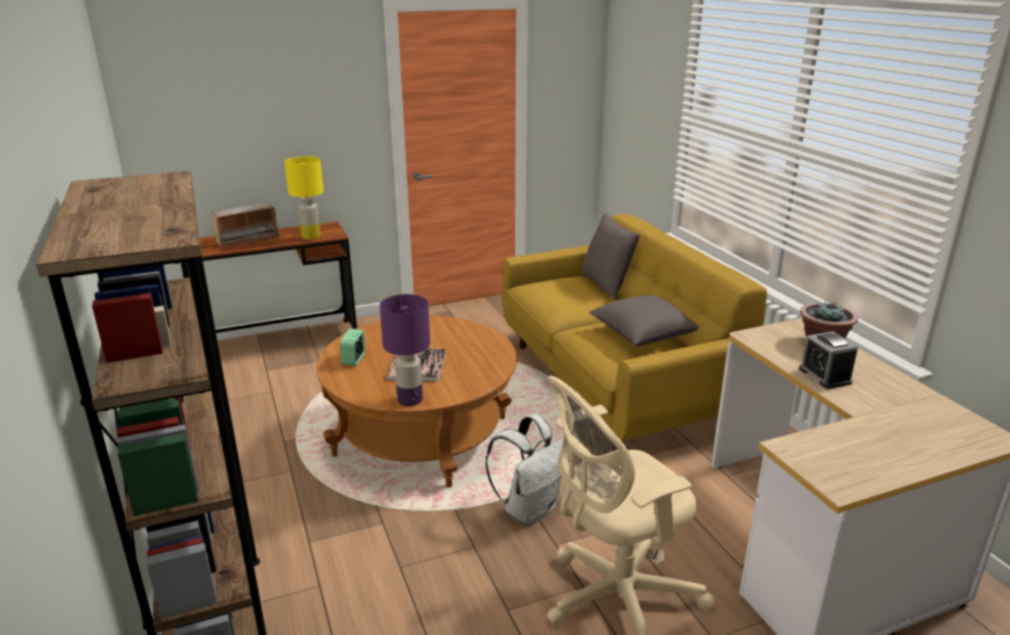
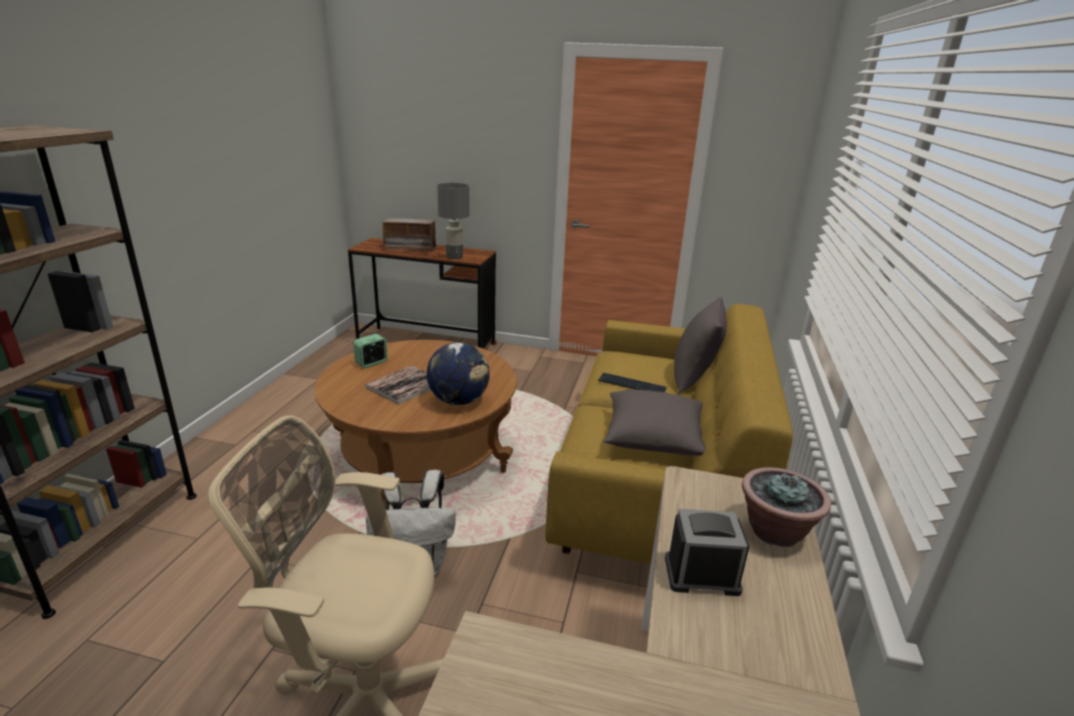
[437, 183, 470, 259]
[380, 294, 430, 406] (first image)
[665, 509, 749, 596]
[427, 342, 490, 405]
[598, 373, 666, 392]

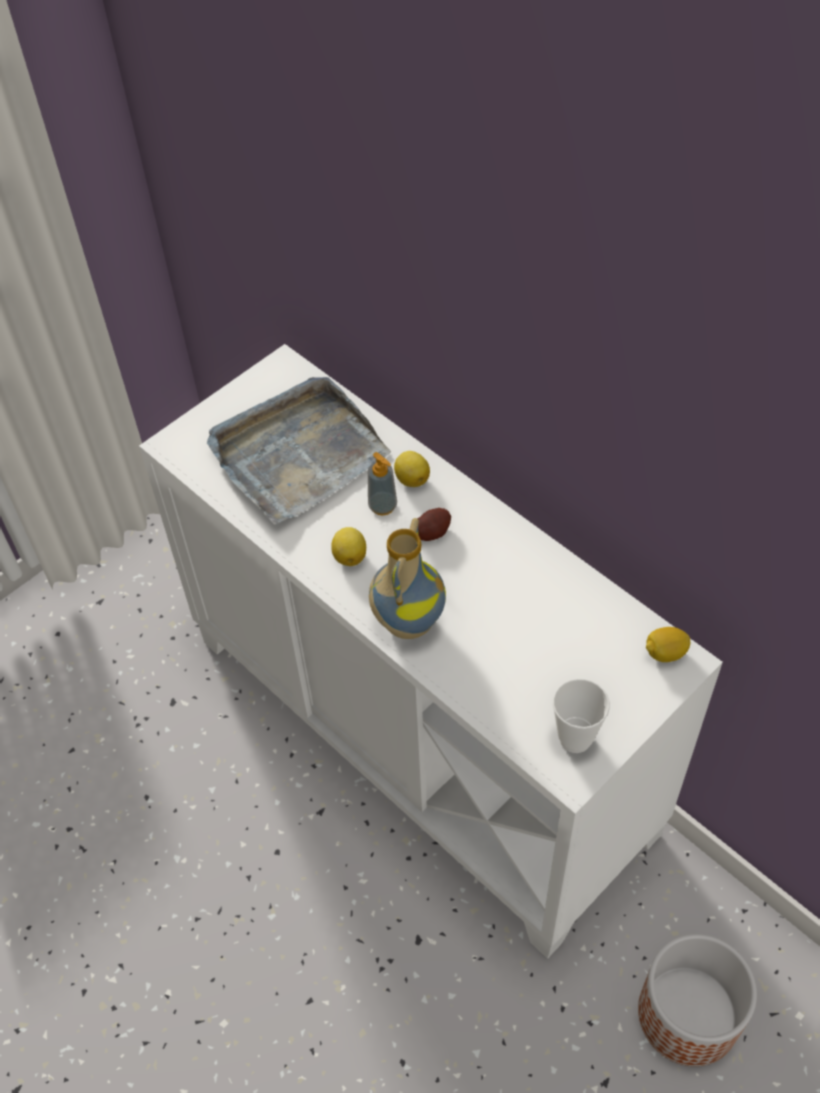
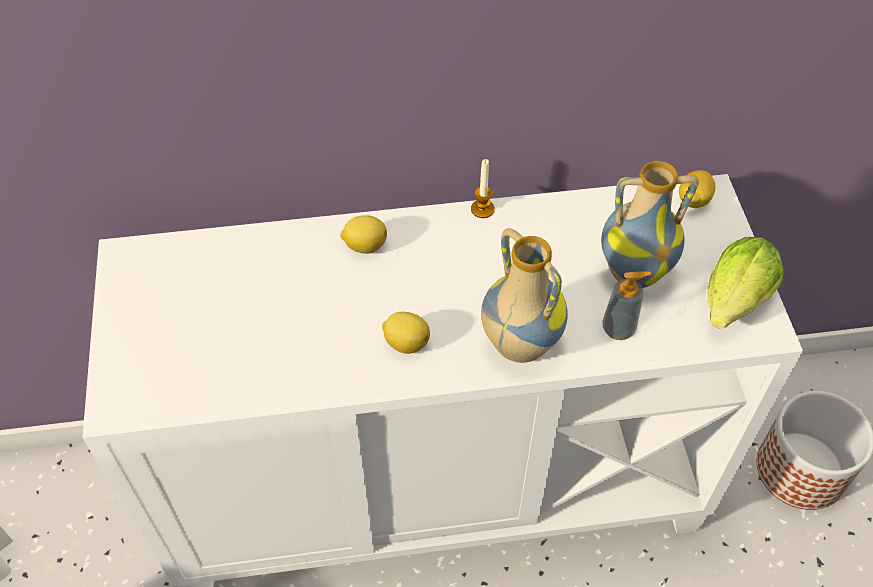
[207, 377, 391, 524] (first image)
[602, 271, 652, 340]
[418, 508, 451, 541] (first image)
[707, 237, 784, 329]
[471, 159, 495, 218]
[601, 161, 699, 288]

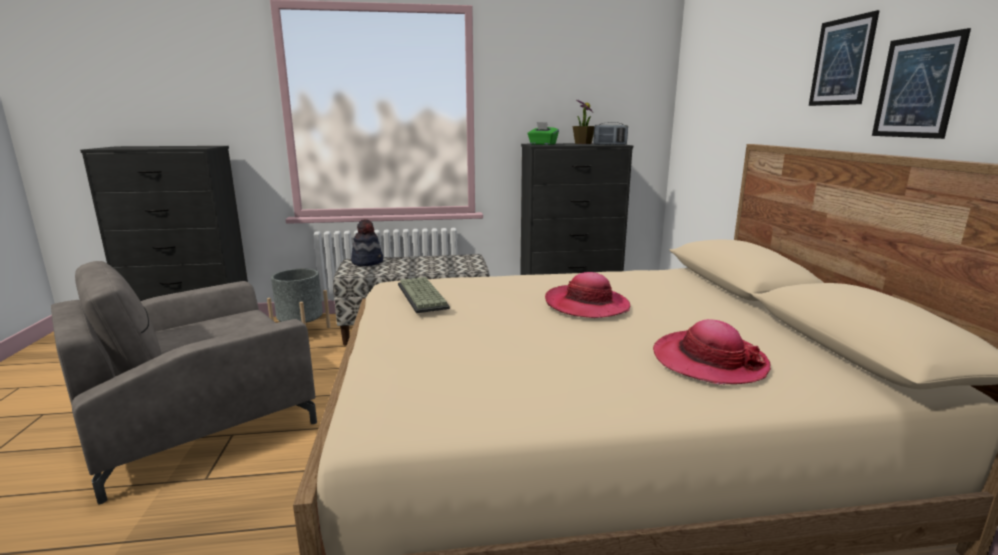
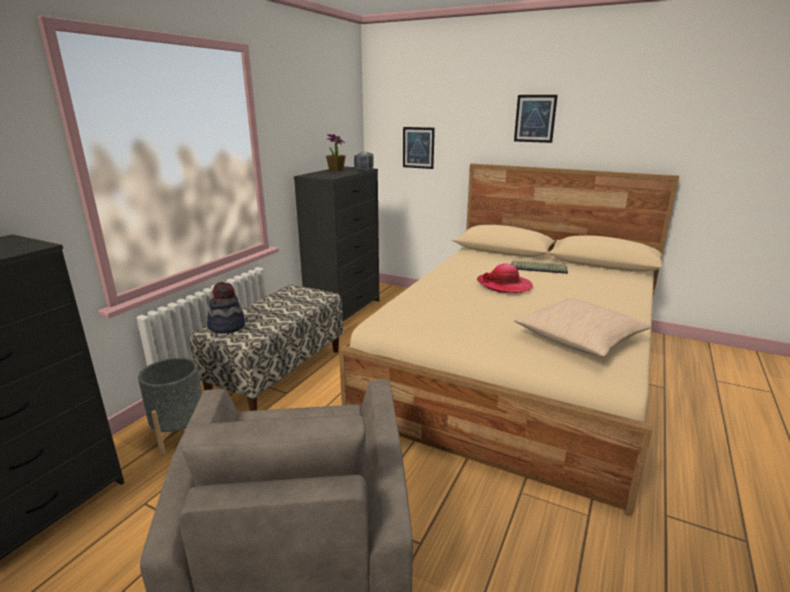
[511, 260, 568, 274]
[528, 122, 559, 145] (first image)
[653, 319, 771, 384] (first image)
[403, 127, 435, 169]
[514, 298, 652, 357]

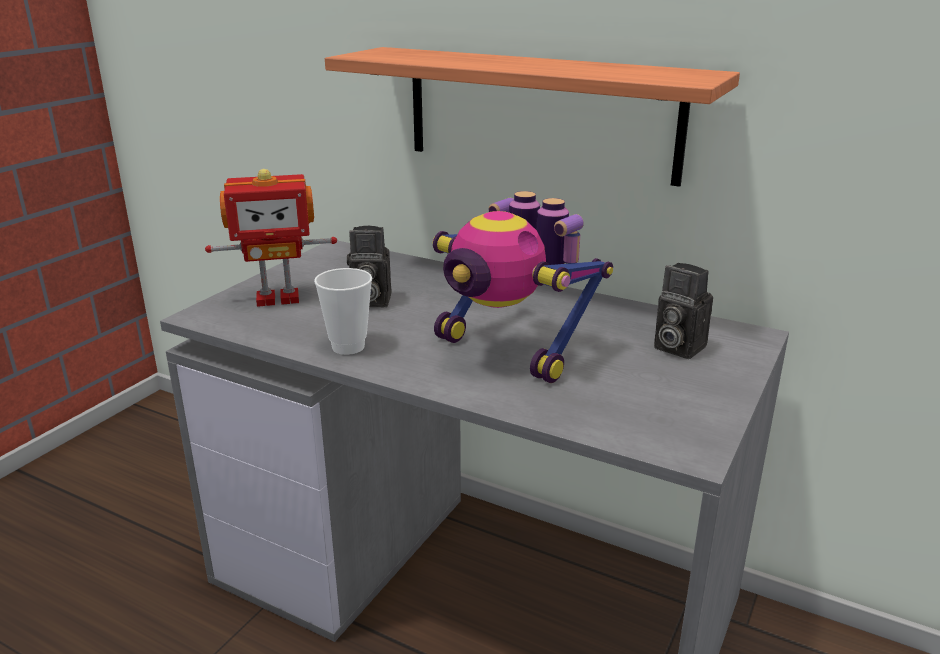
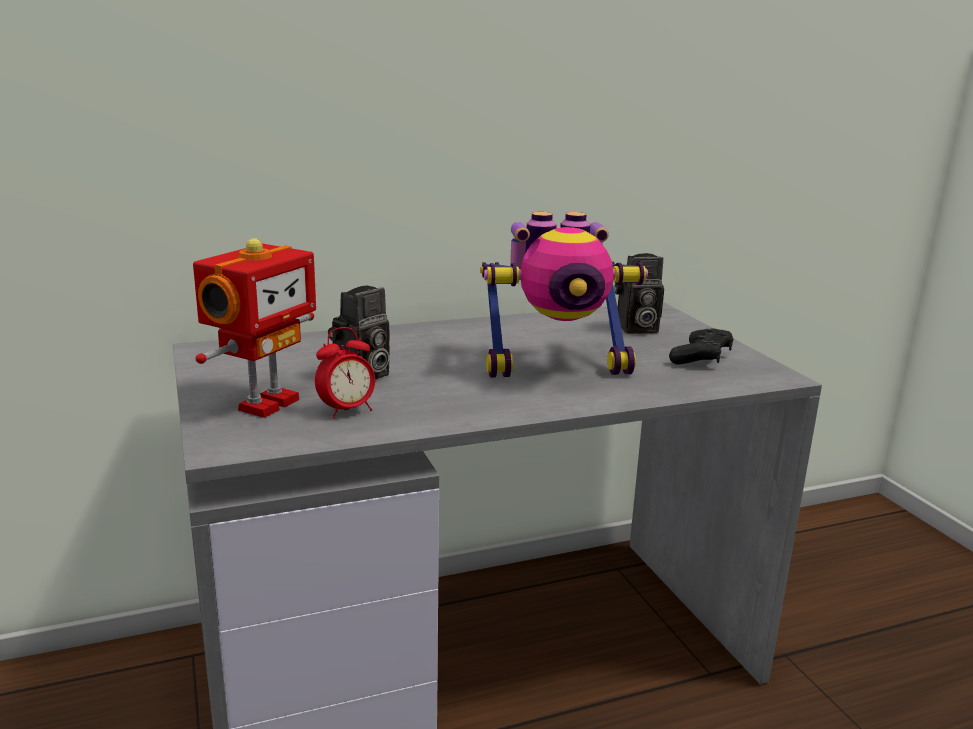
[314, 268, 372, 355] (first image)
[325, 47, 740, 187] (first image)
[315, 327, 375, 418]
[669, 328, 733, 365]

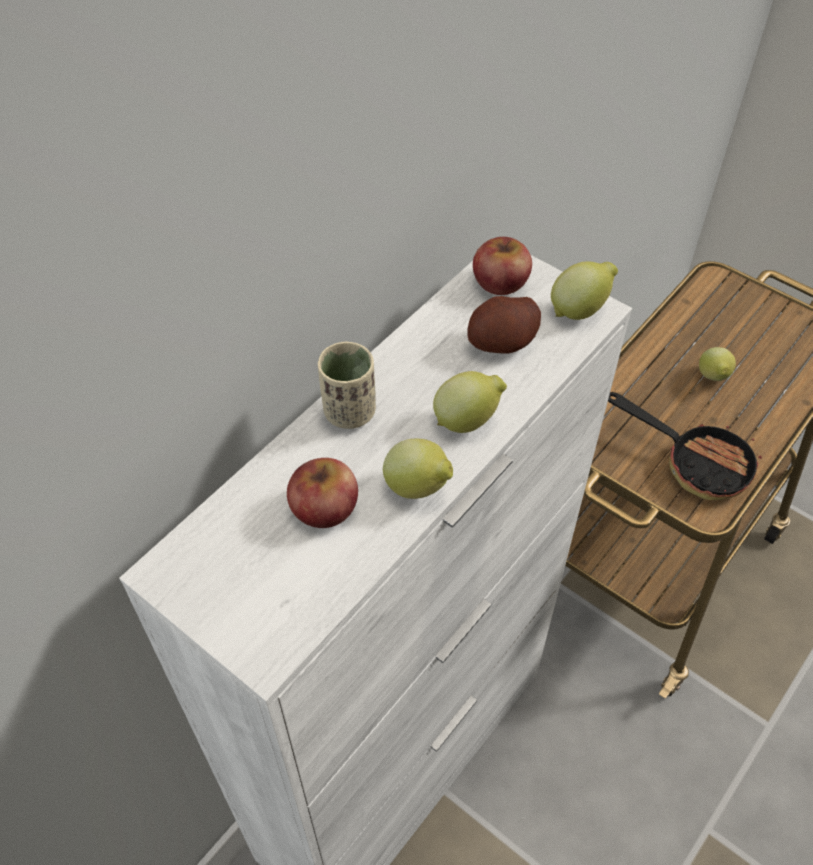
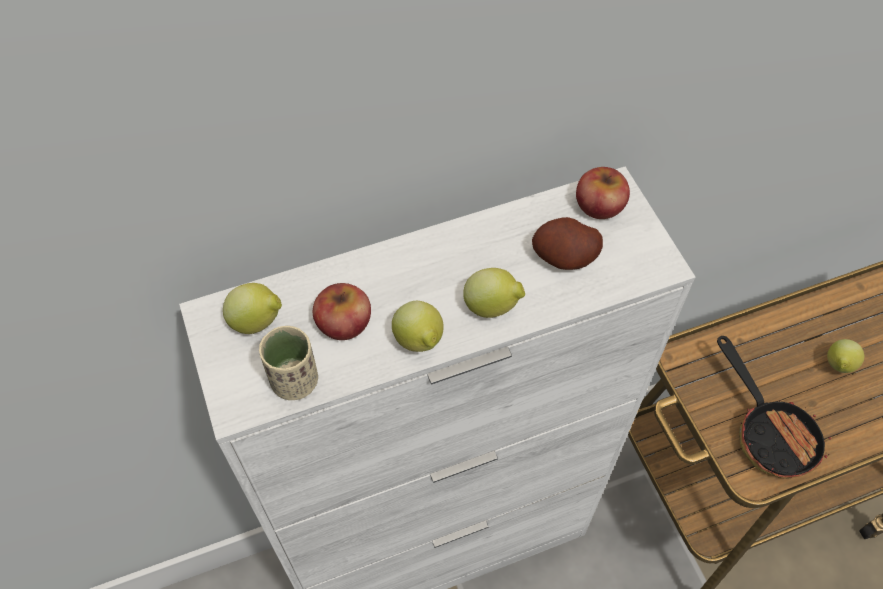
[259, 326, 318, 400]
[223, 283, 282, 334]

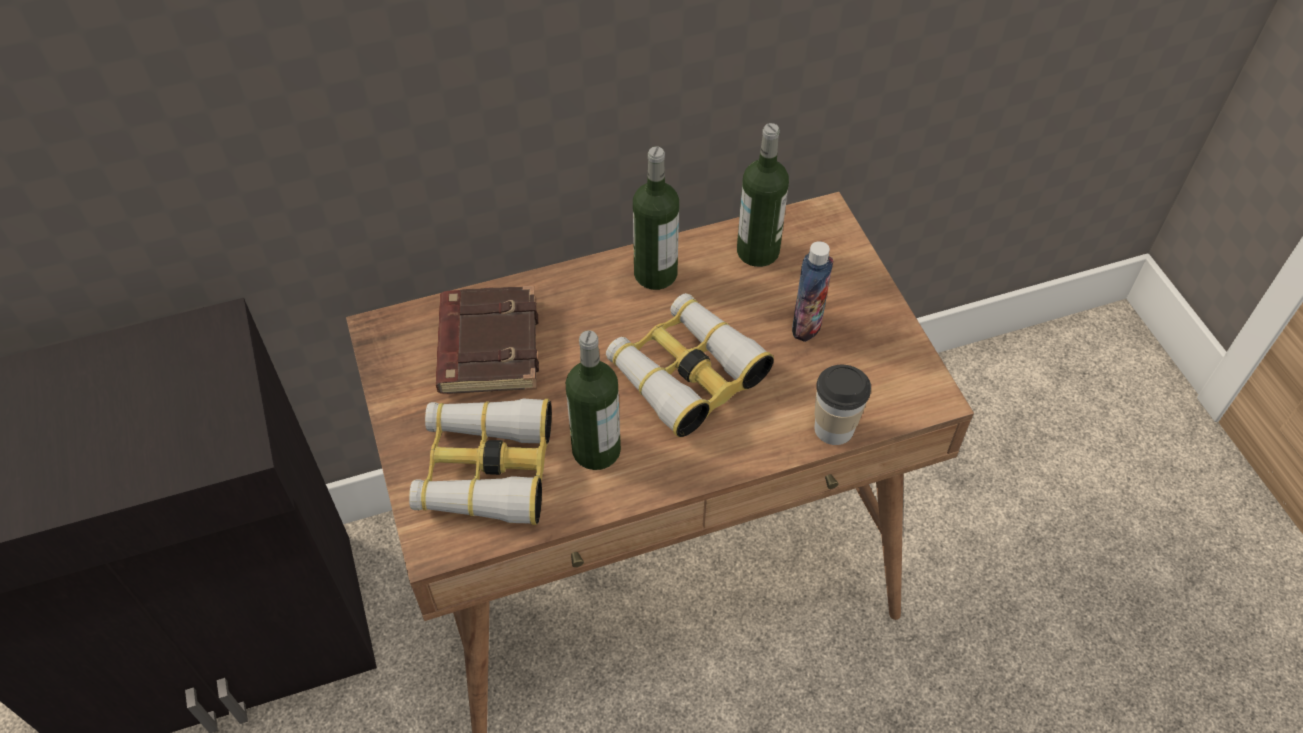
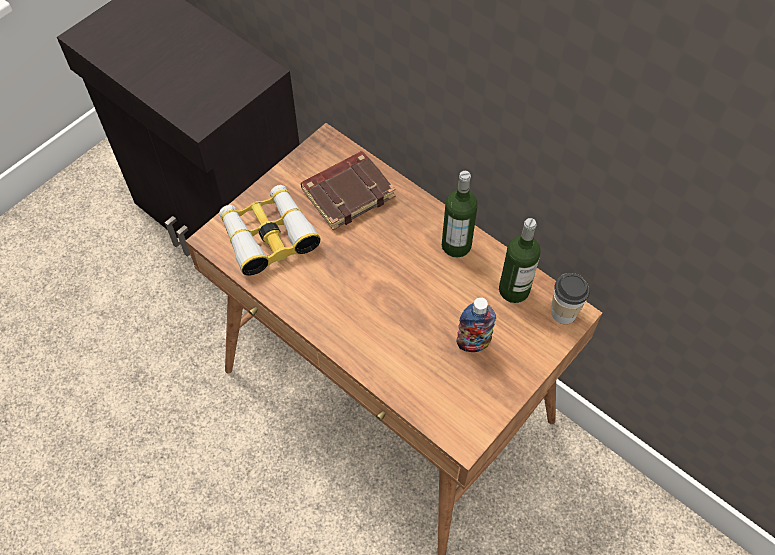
[566, 330, 621, 470] (first image)
[606, 293, 774, 437] (first image)
[551, 273, 590, 324]

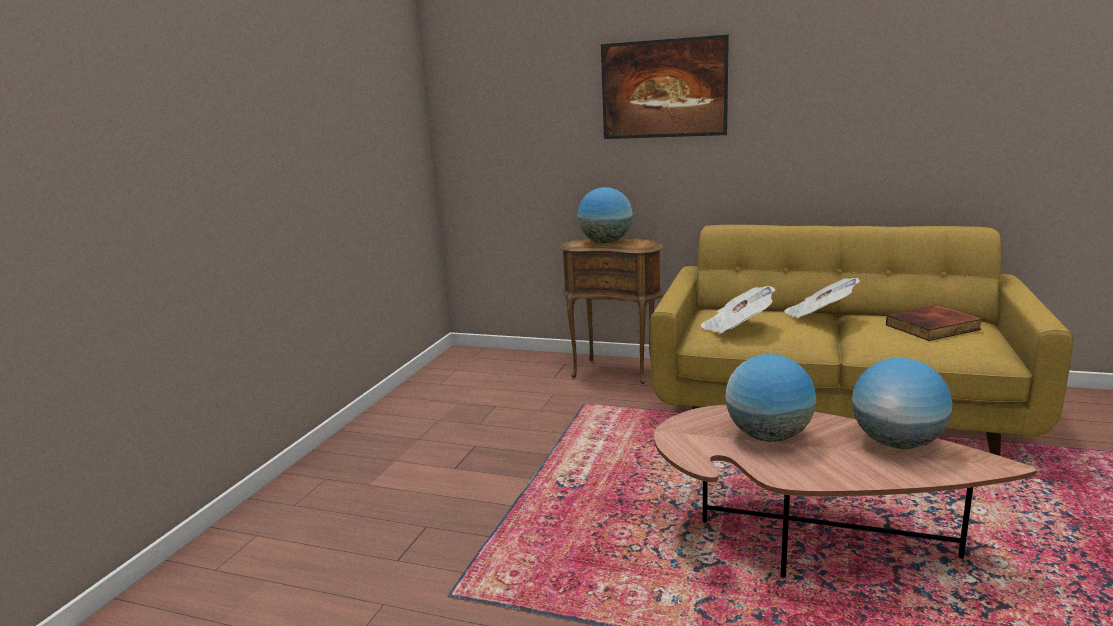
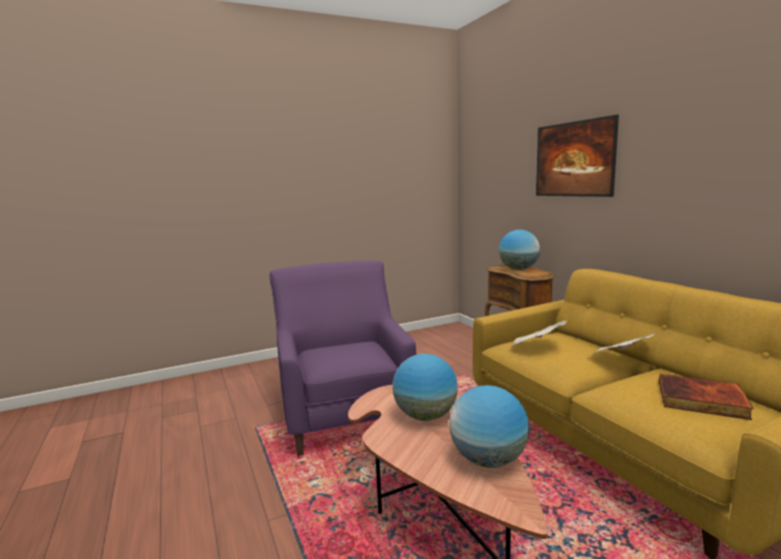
[270, 261, 416, 456]

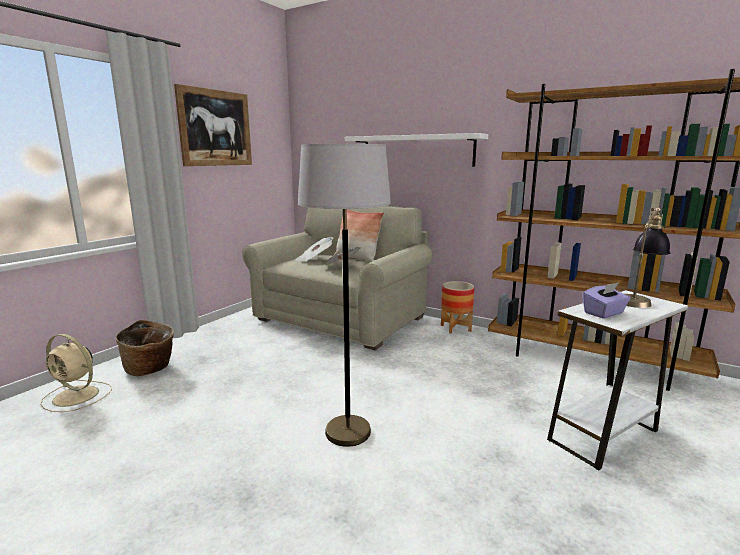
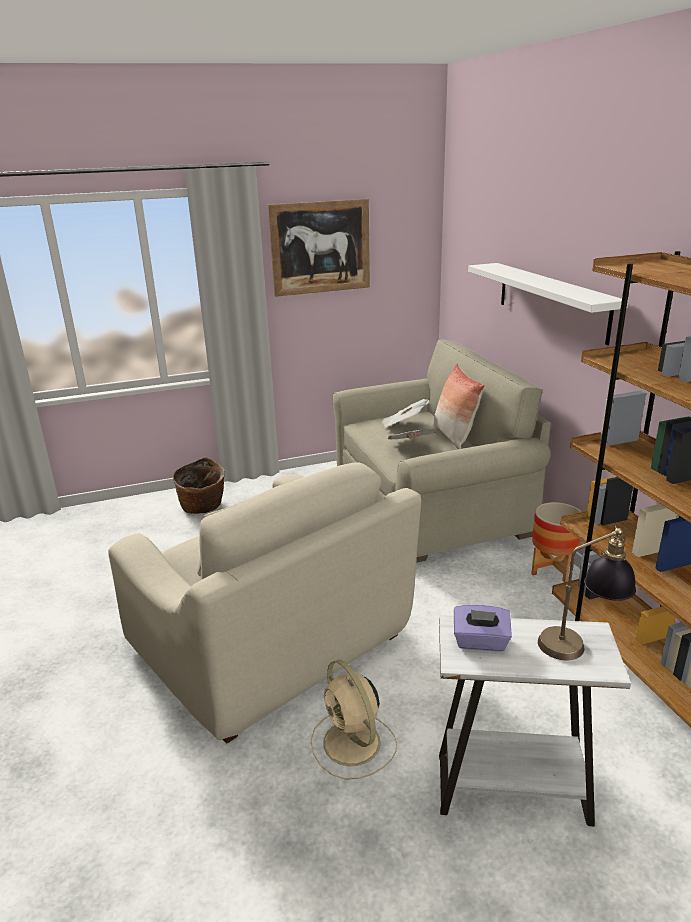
[311, 659, 397, 780]
[108, 462, 421, 744]

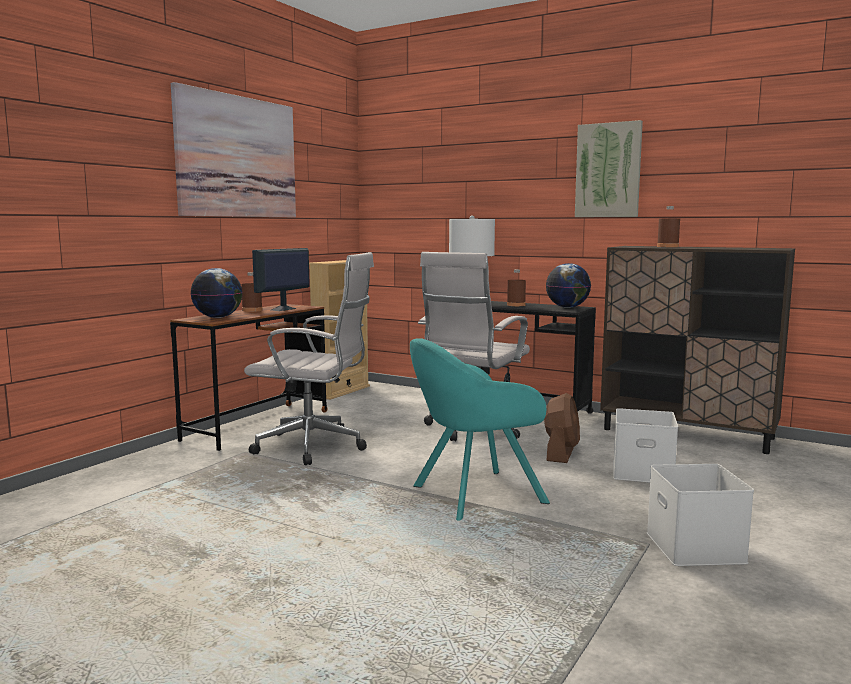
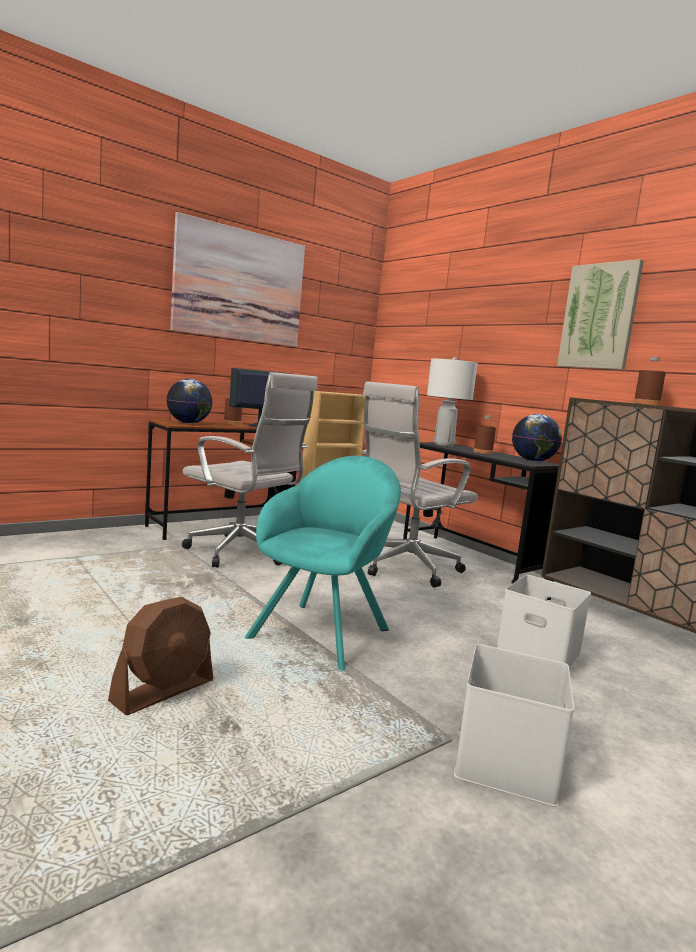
[244, 456, 401, 671]
[108, 597, 213, 716]

